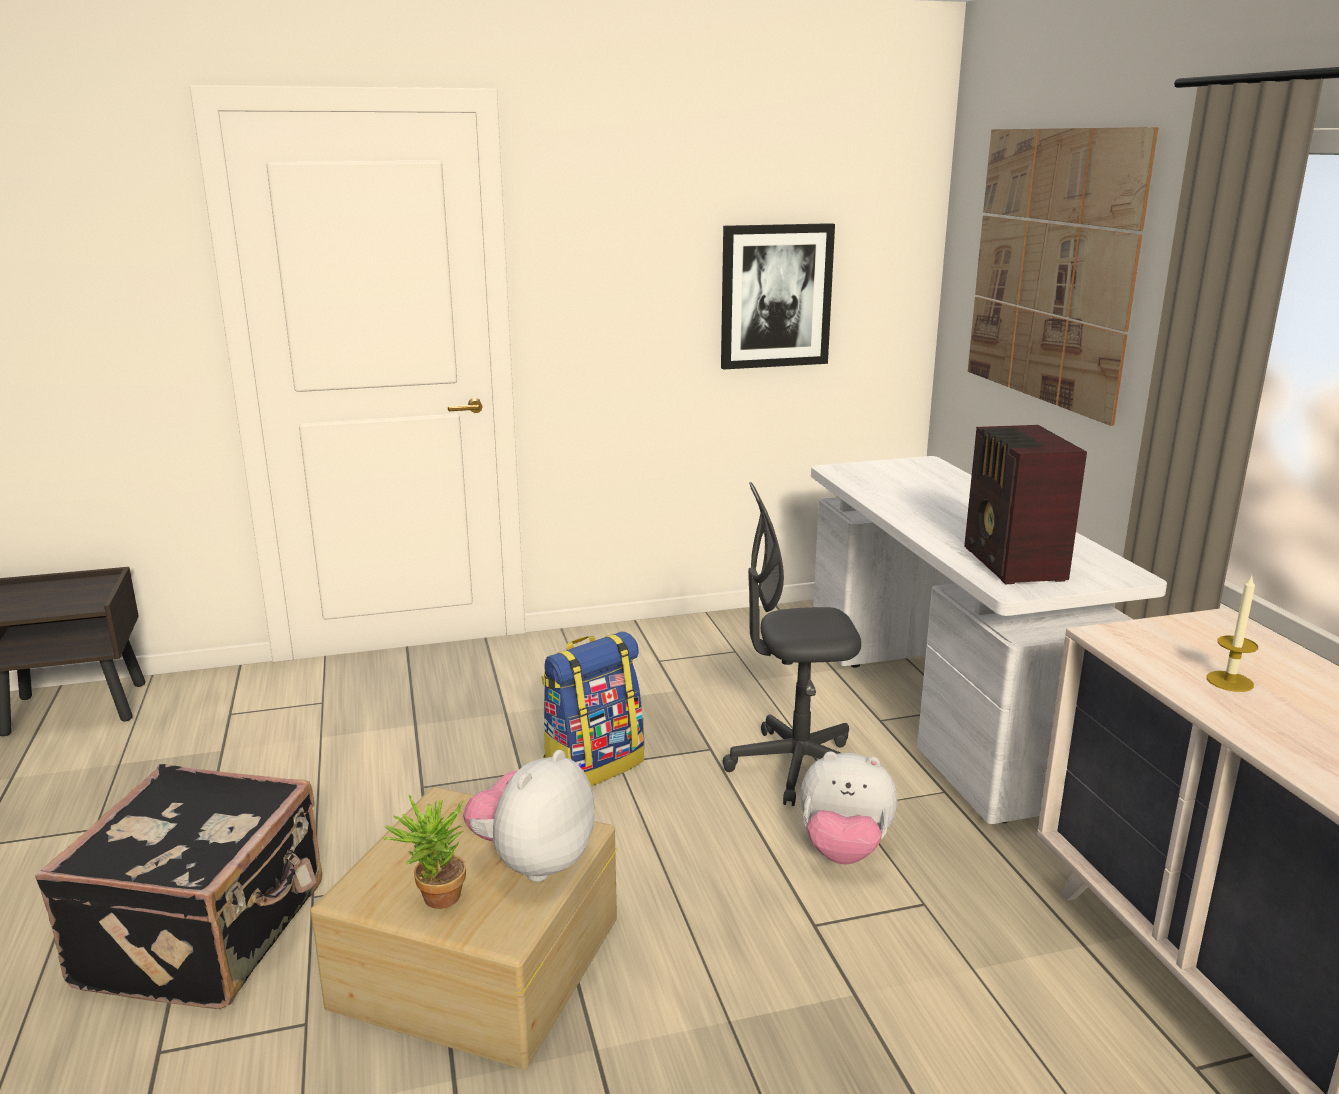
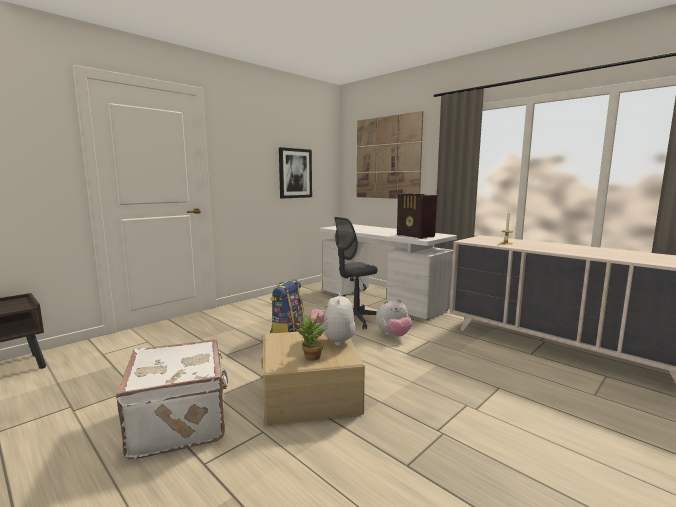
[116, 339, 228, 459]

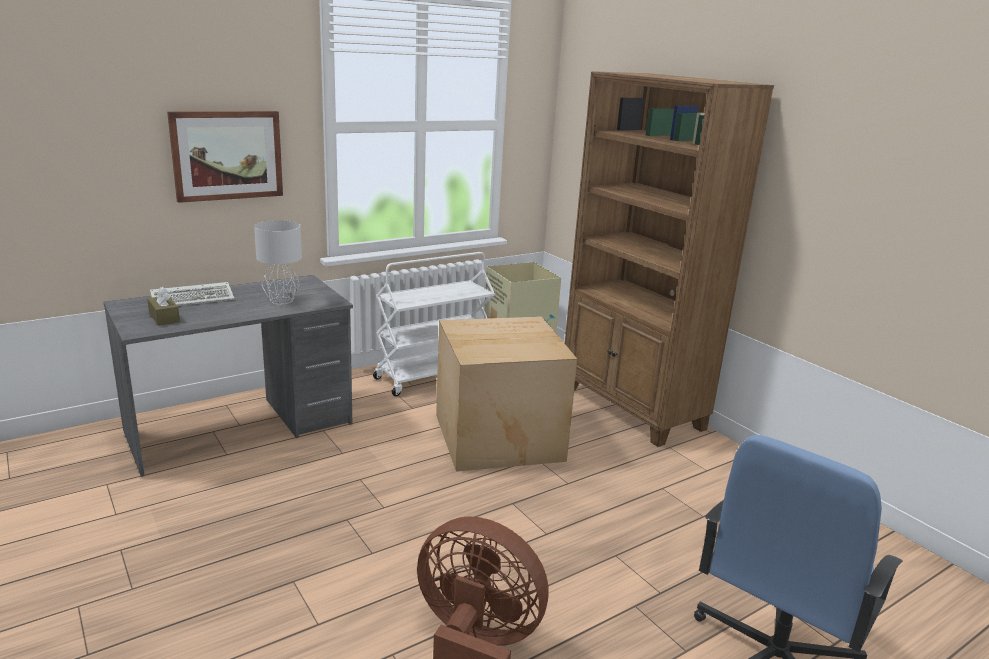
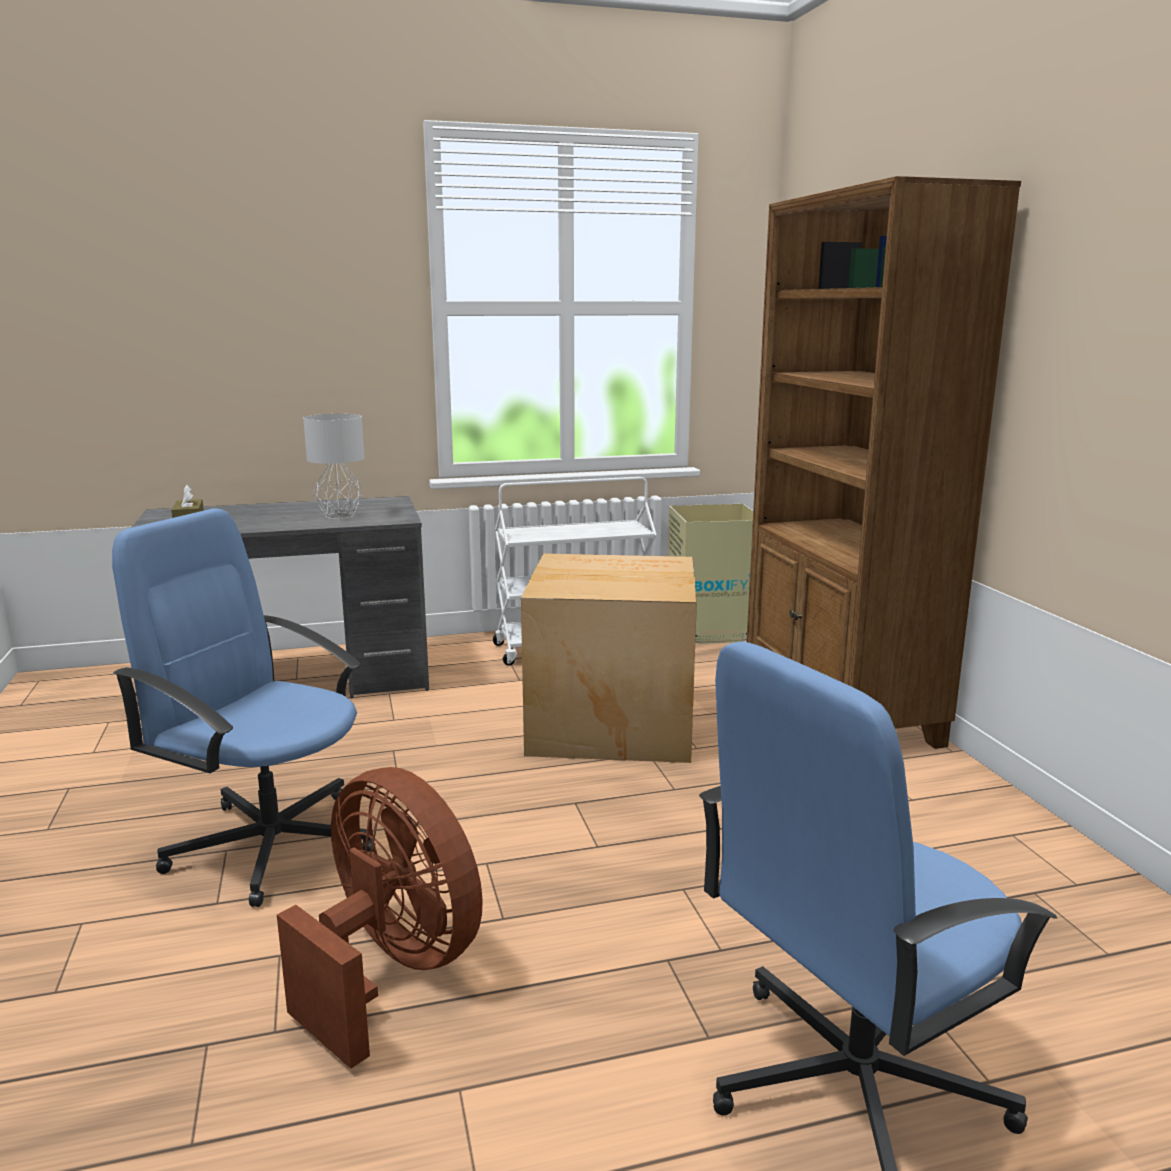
[150, 282, 235, 306] (first image)
[167, 111, 283, 203] (first image)
[112, 508, 376, 907]

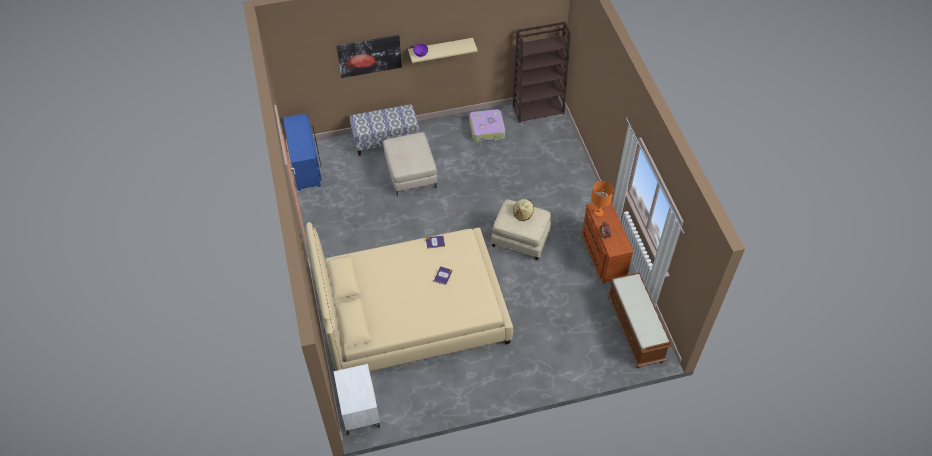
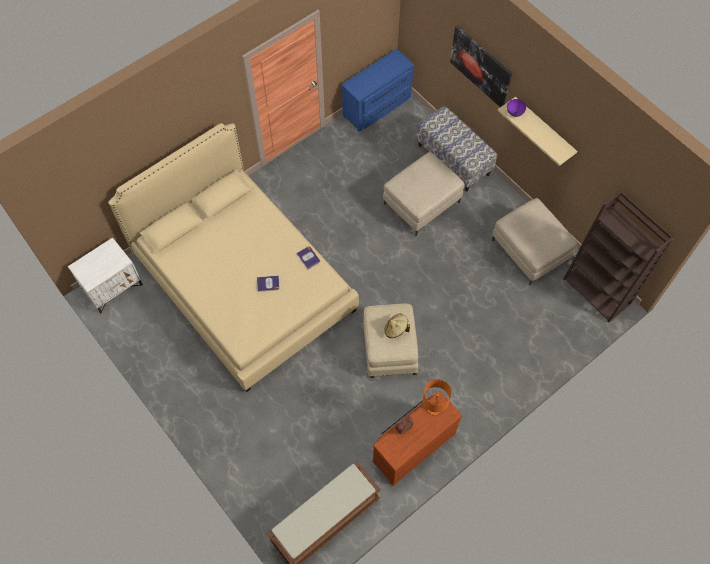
[492, 198, 578, 285]

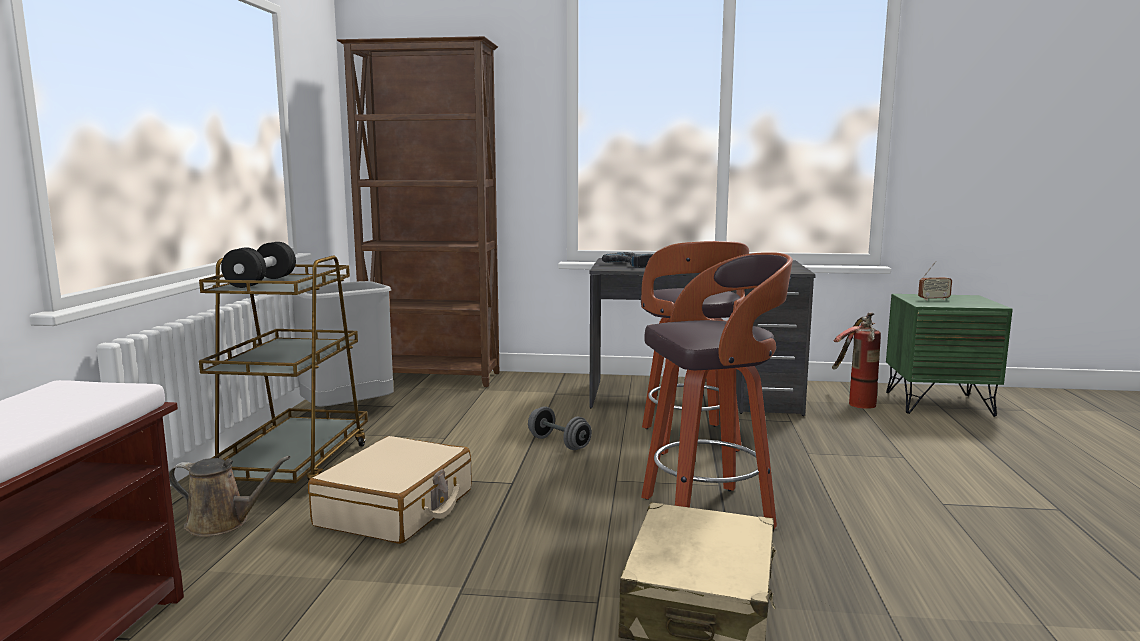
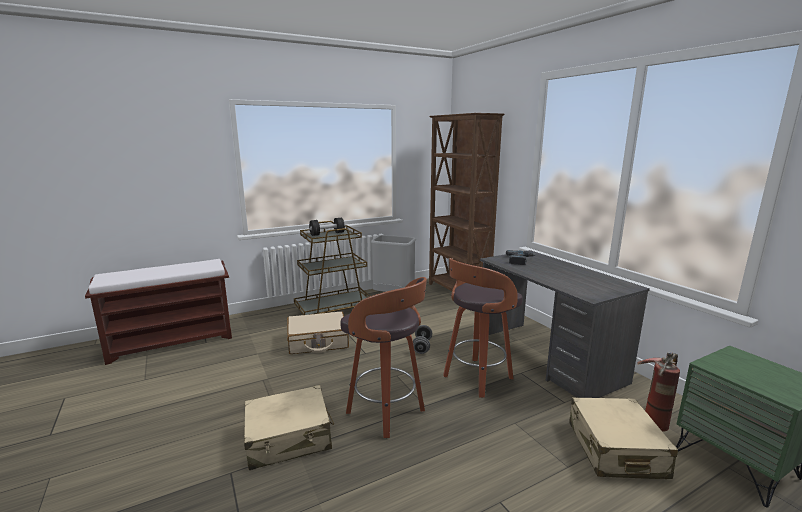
[169, 456, 291, 537] (first image)
[918, 261, 952, 301] (first image)
[569, 397, 678, 479]

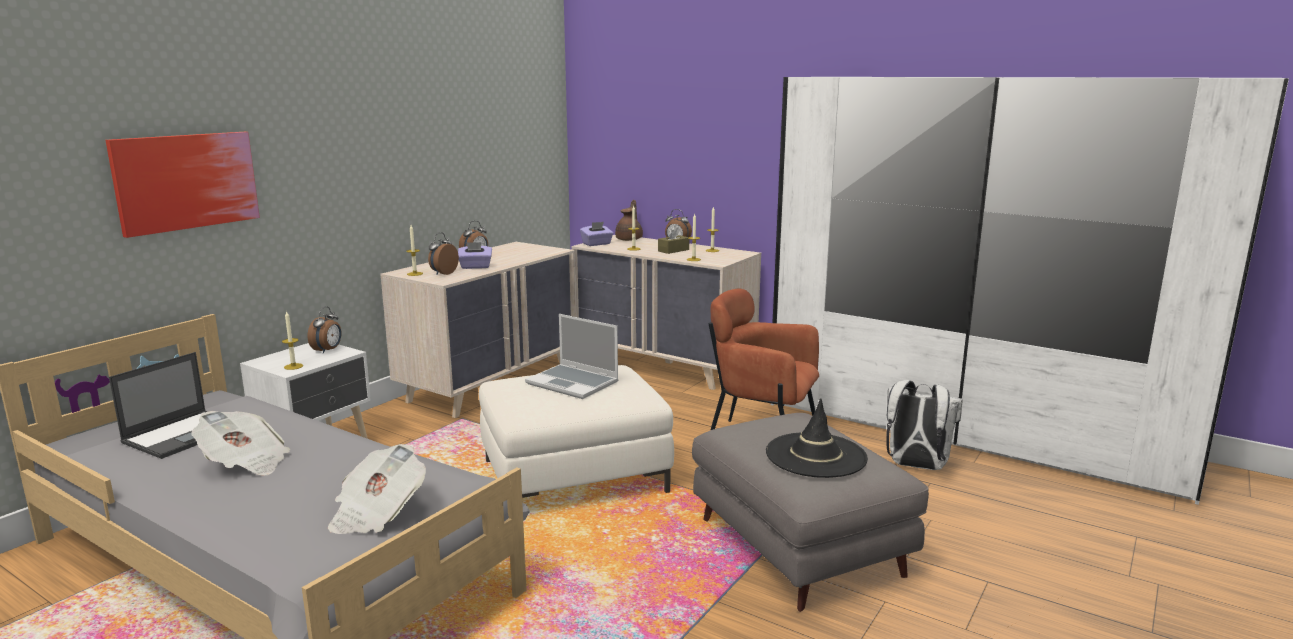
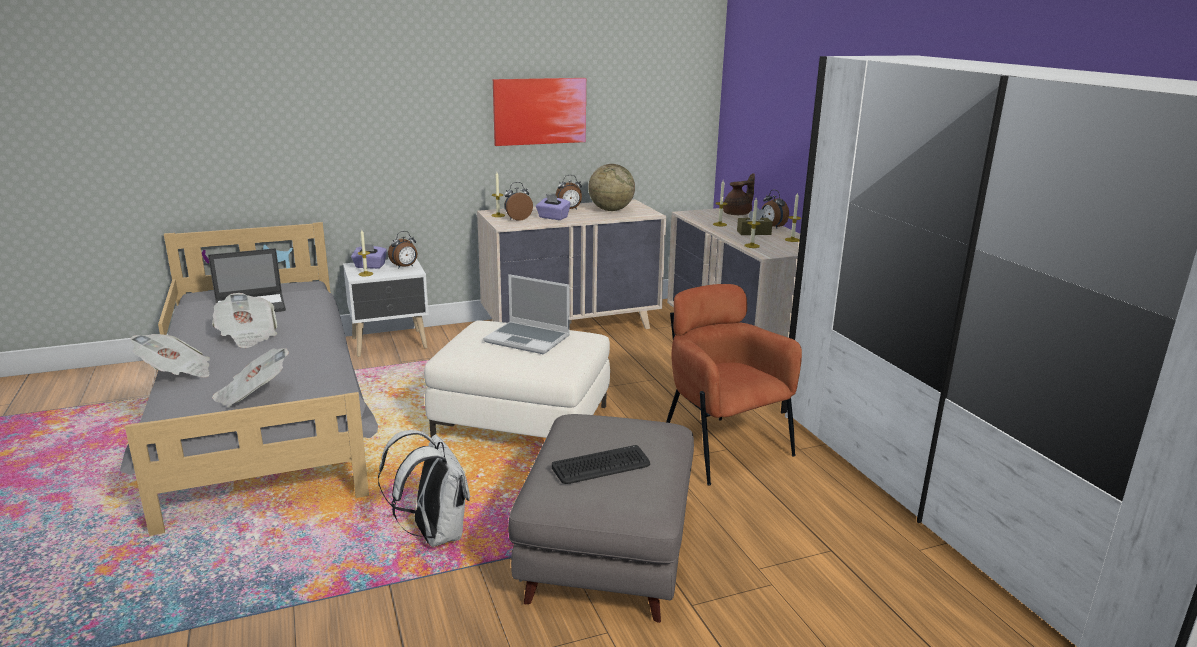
[493, 78, 586, 146]
[483, 274, 570, 355]
[351, 244, 387, 269]
[552, 445, 650, 484]
[378, 430, 470, 547]
[130, 334, 210, 377]
[588, 164, 635, 211]

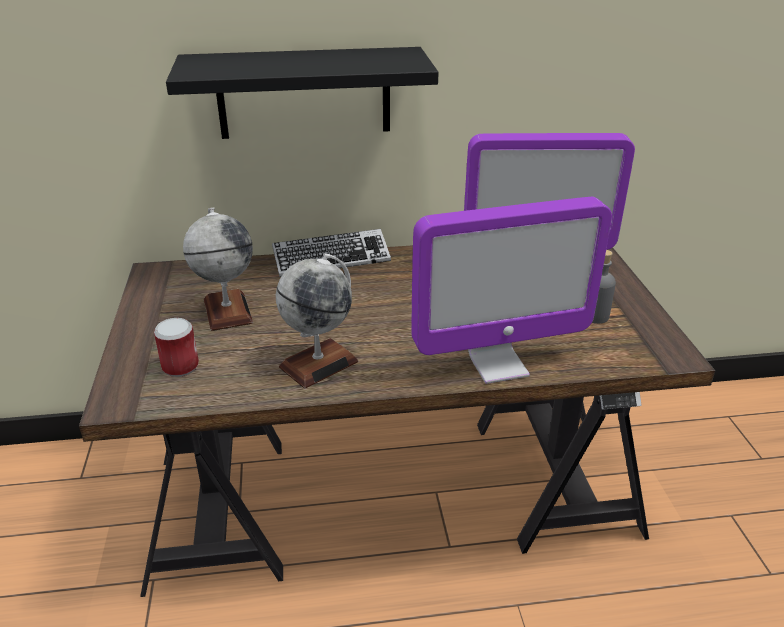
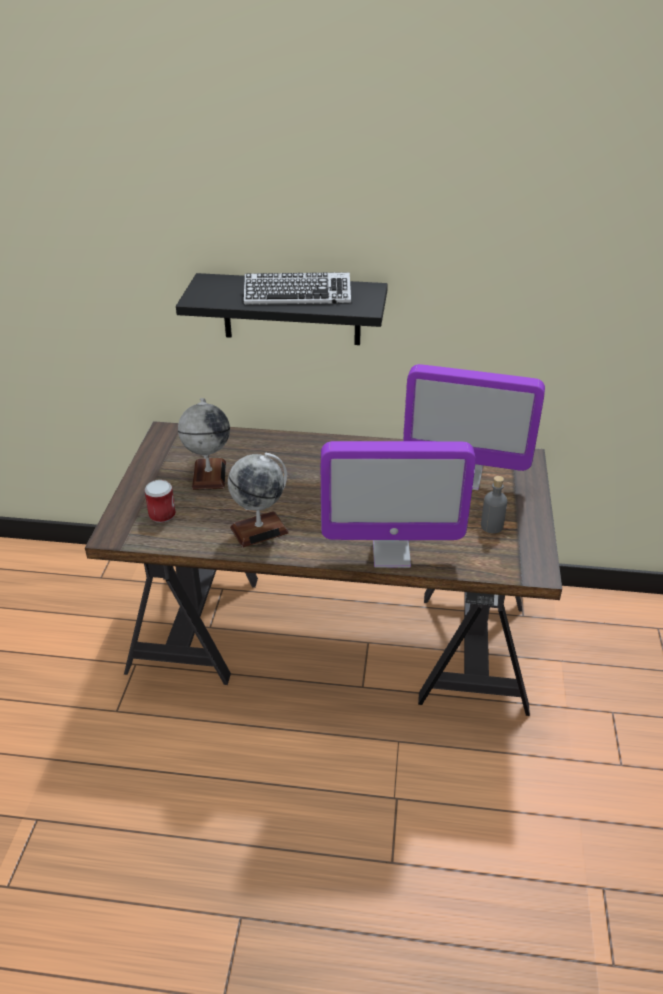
[244, 272, 351, 305]

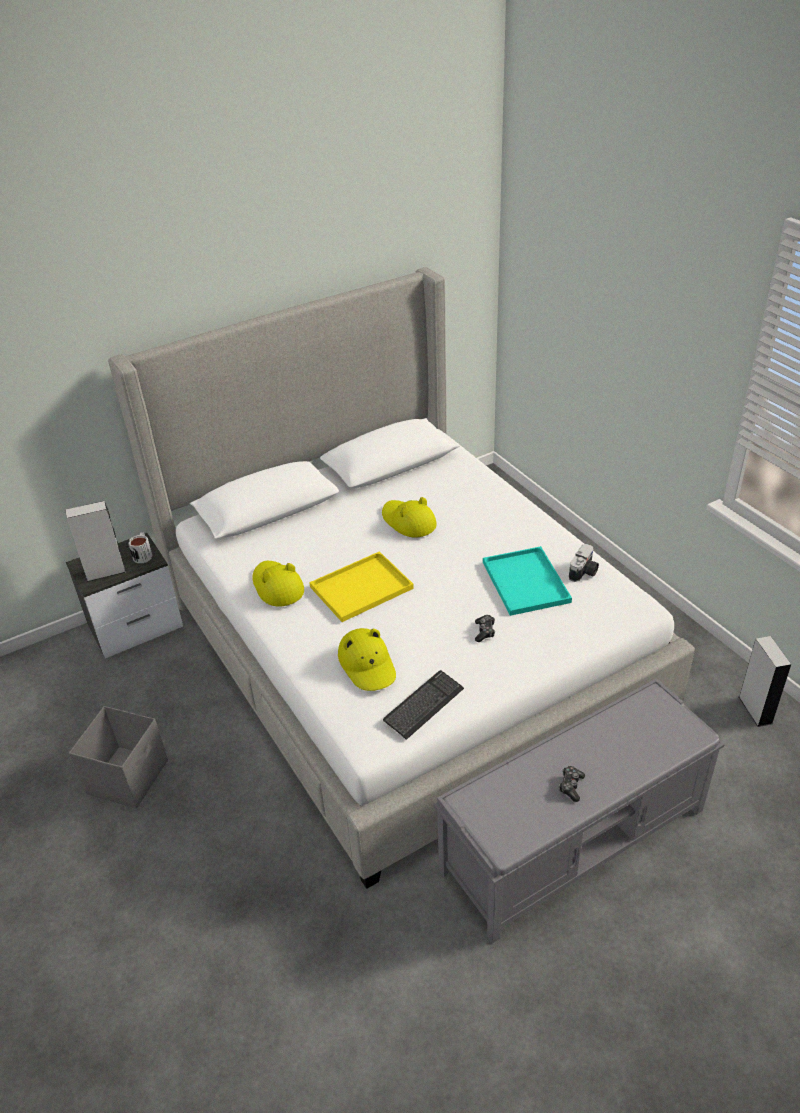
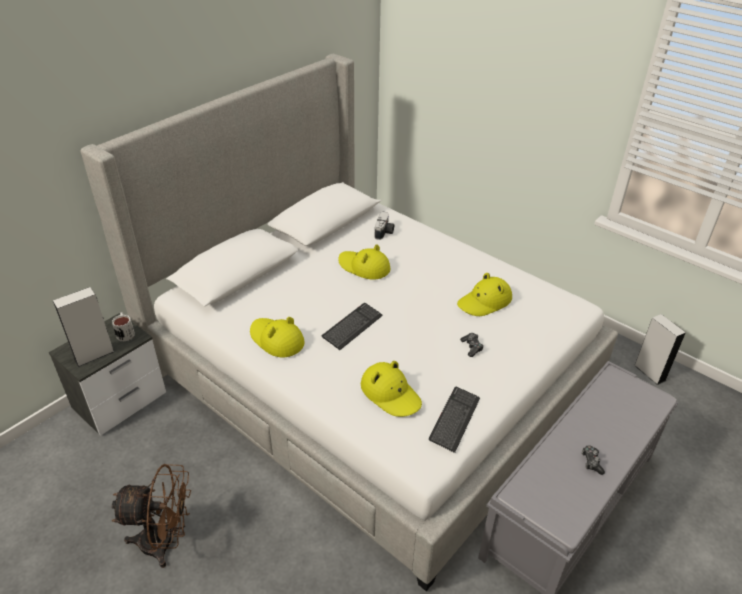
[112, 464, 191, 568]
[322, 303, 383, 350]
[457, 273, 512, 316]
[374, 212, 394, 240]

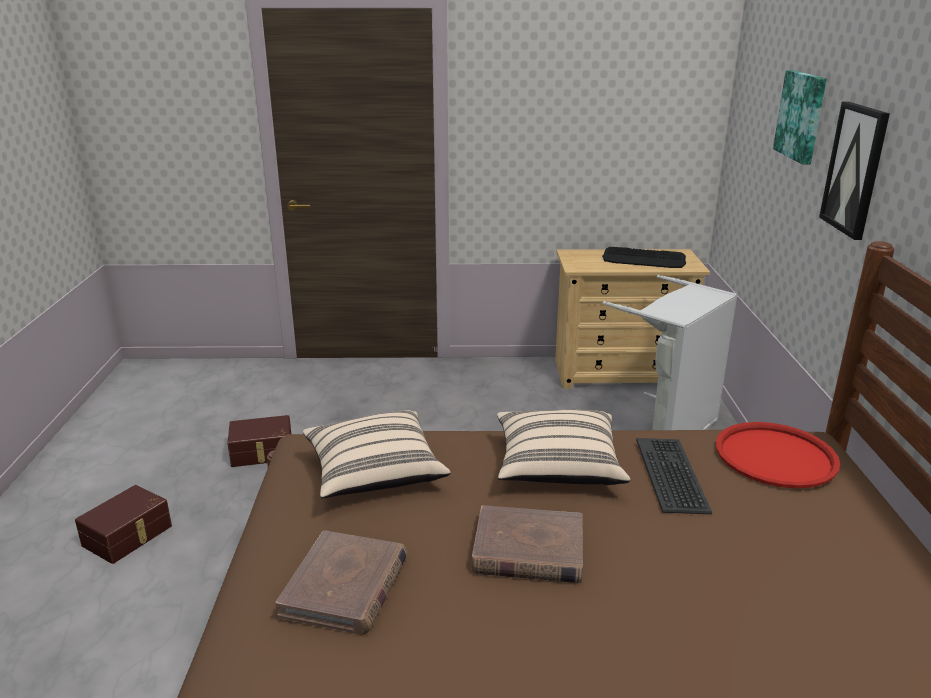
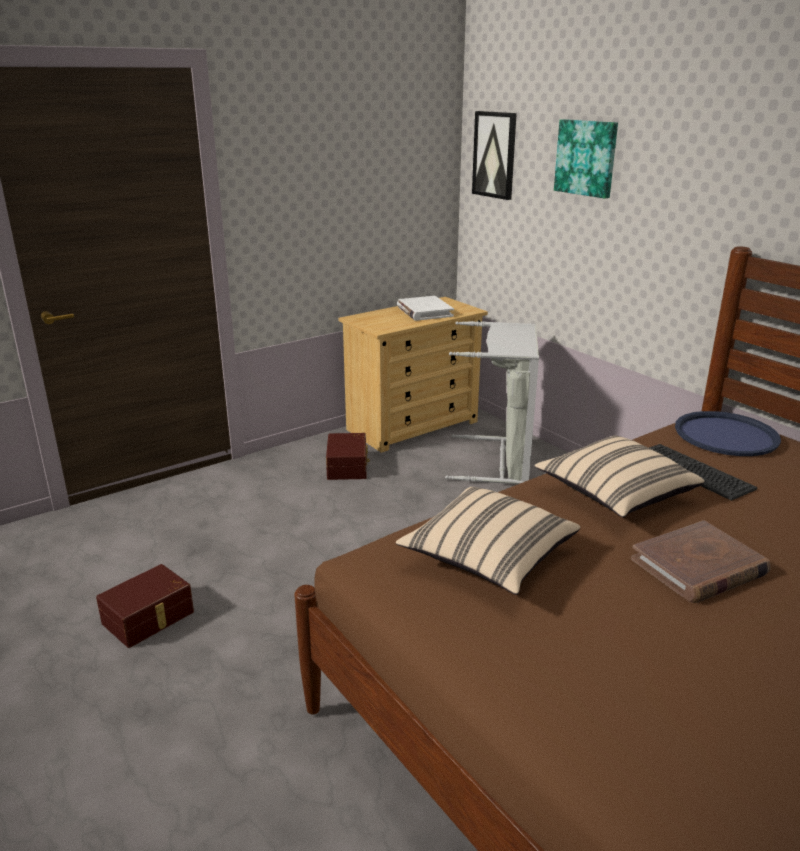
[326, 433, 370, 480]
[275, 530, 408, 635] (first image)
[397, 296, 454, 321]
[675, 411, 781, 456]
[472, 111, 517, 200]

